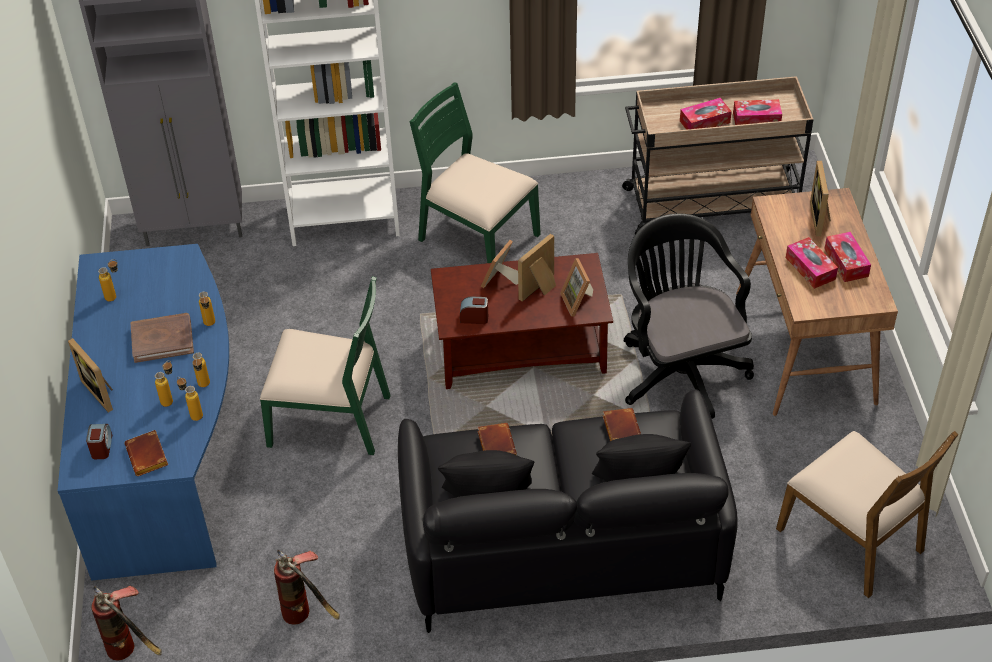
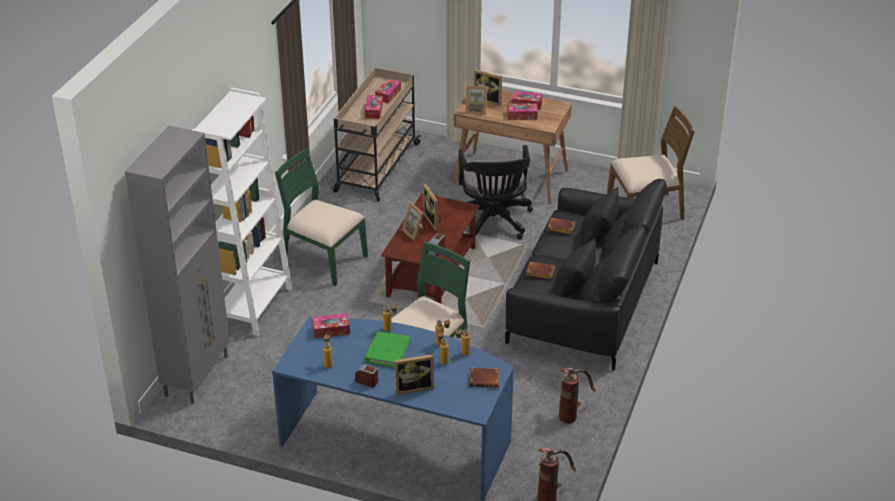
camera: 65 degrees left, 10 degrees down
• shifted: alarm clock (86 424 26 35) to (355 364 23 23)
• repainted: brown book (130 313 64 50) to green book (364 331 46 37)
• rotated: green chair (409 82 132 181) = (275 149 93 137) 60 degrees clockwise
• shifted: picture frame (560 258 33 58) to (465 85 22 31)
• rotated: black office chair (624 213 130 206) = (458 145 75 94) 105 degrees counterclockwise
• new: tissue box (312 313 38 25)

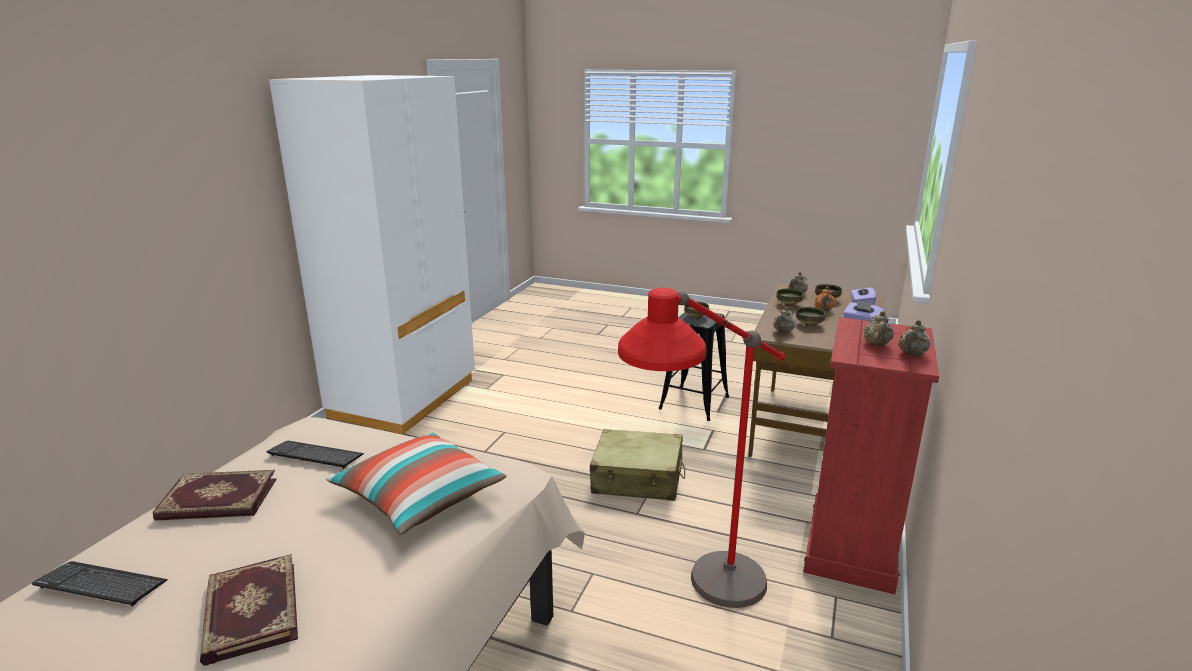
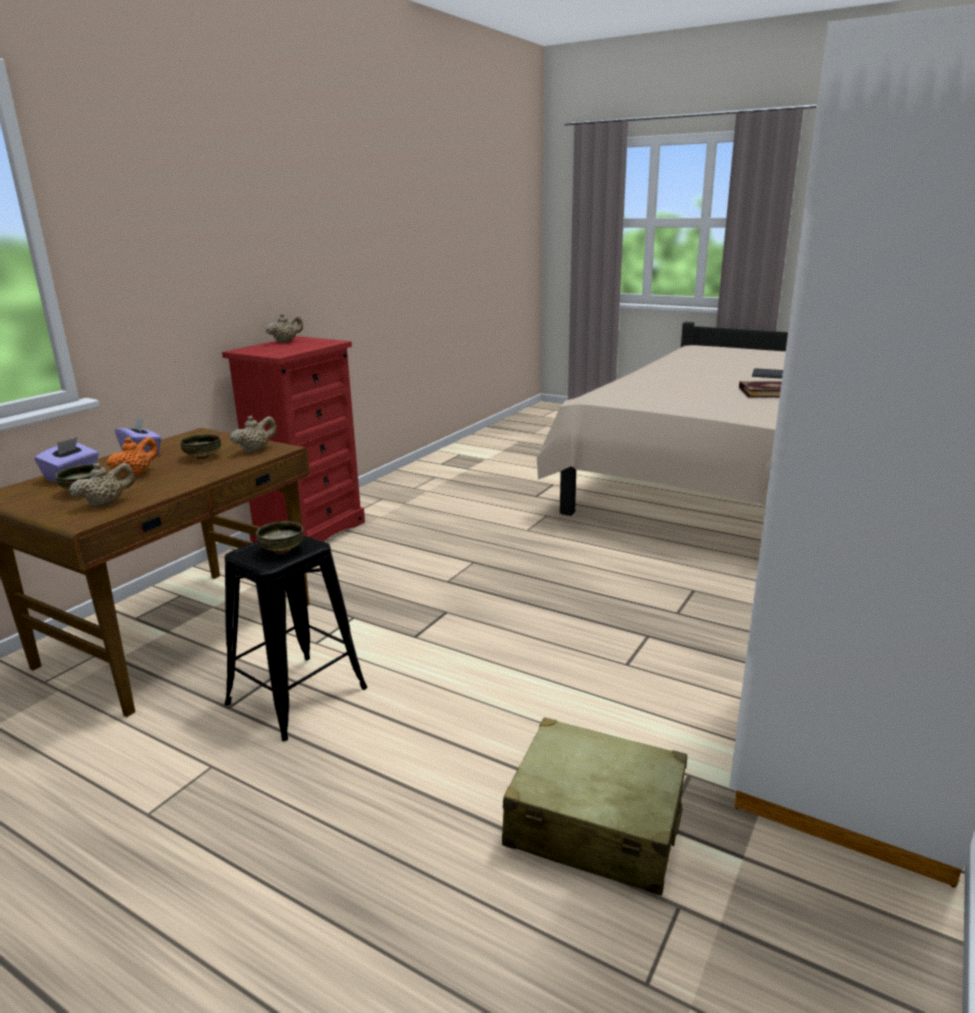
camera: 170 degrees left, 0 degrees up
• gone: book (200 554 98 112)
• gone: keyboard (266 441 98 28)
• gone: pillow (326 432 180 103)
• shifted: beige suitcase (590 429 95 72) to (502 717 185 179)
• gone: red floor lamp (618 288 167 320)
• gone: bowl (776 289 28 17)
• gone: beige teapot (864 311 30 35)

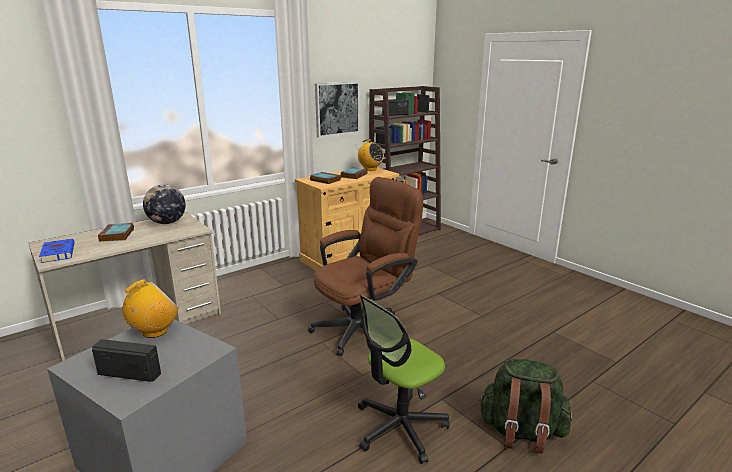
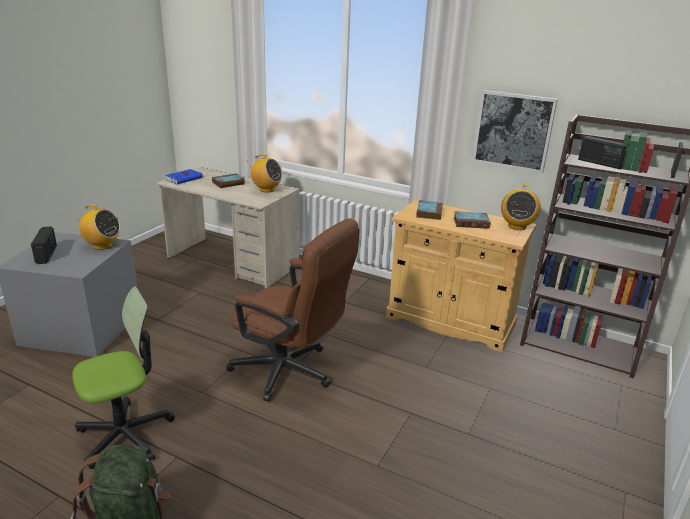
camera: 65 degrees right, 5 degrees up
• swapped: globe (143 185 43 39) to radio (248 154 35 38)
• rotated: office chair (358 295 92 169) = (72 286 103 183) 120 degrees clockwise

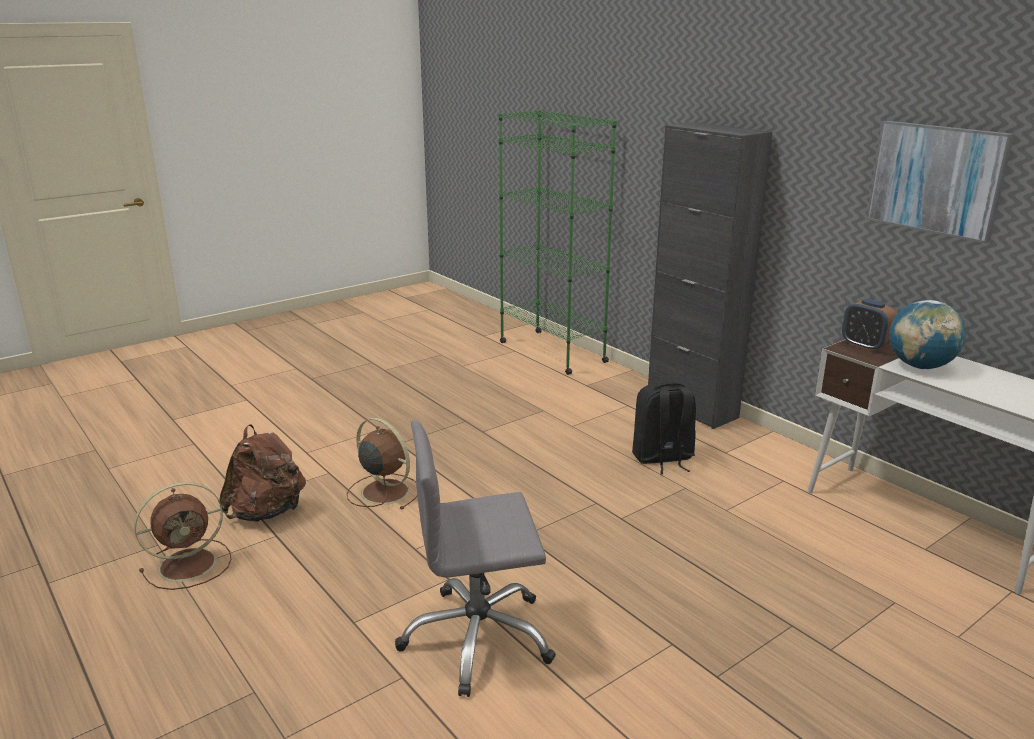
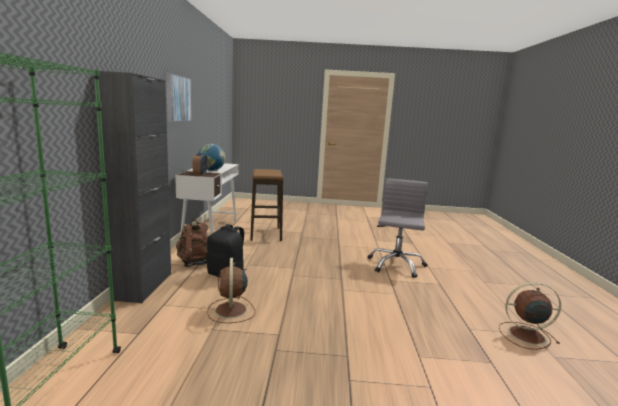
camera: 140 degrees left, 10 degrees down
• shifted: brown backpack (219 424 87 98) to (176 220 33 47)
• shifted: brown fan (347 418 70 92) to (207 258 48 65)
• rotated: grey office chair (395 420 161 277) = (367 178 61 100) 105 degrees counterclockwise
• new: stool (250 169 34 72)

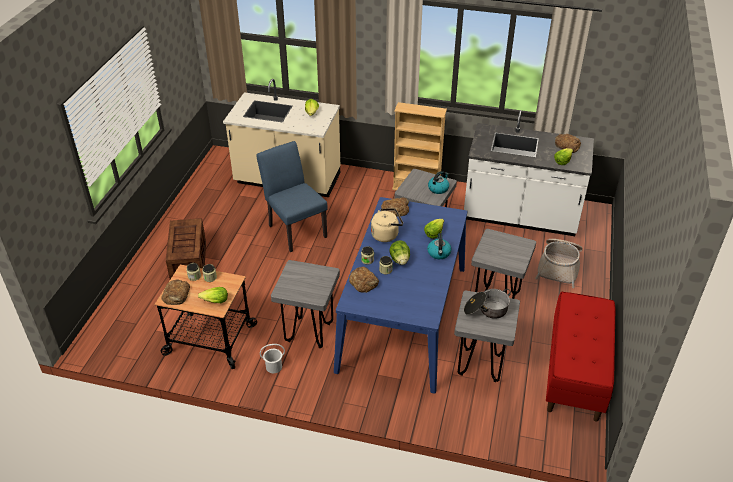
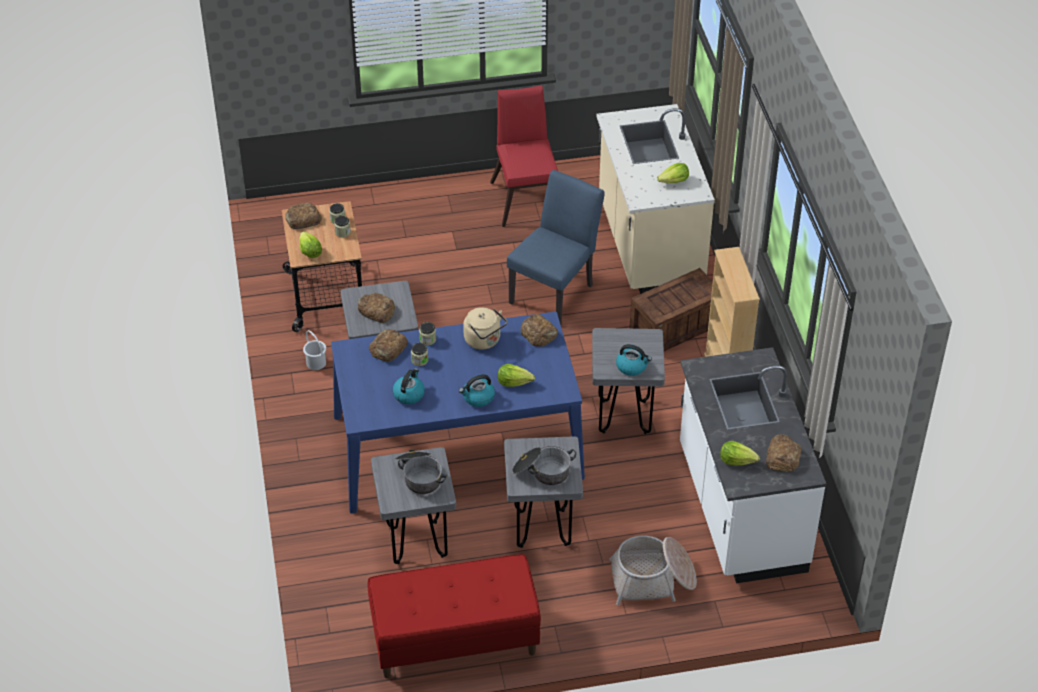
camera: 65 degrees right, 5 degrees up
• shifted: crate (166 218 40 61) to (629 268 84 83)
• gone: lettuce (389 241 21 24)
• new: bread (358 293 37 30)
• new: kettle (393 368 32 36)
• new: red chair (490 85 68 142)
• new: cooking pot (512 446 64 39)

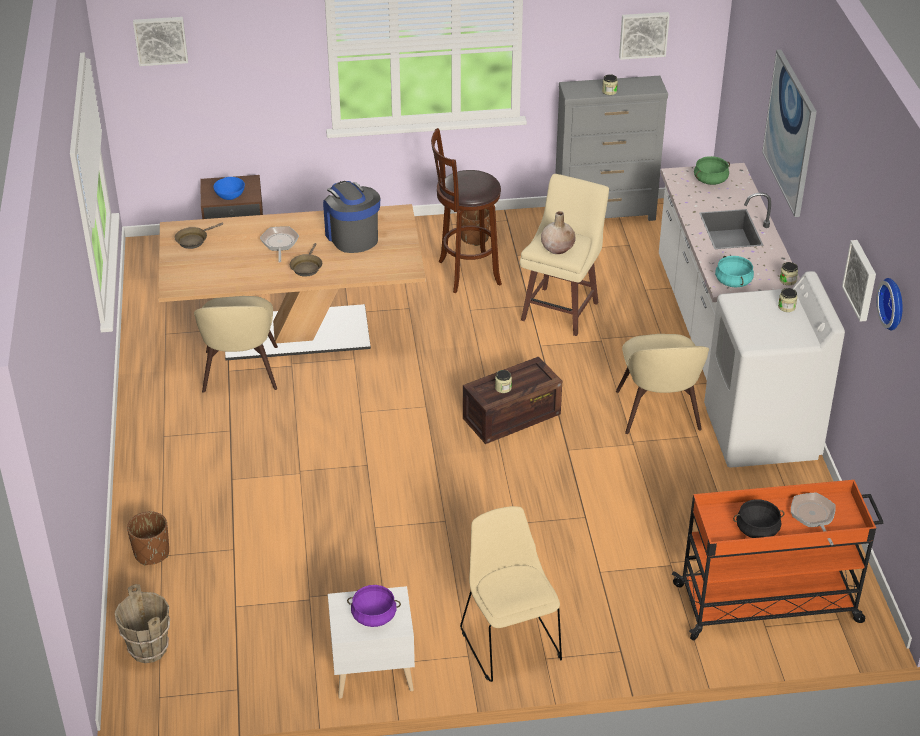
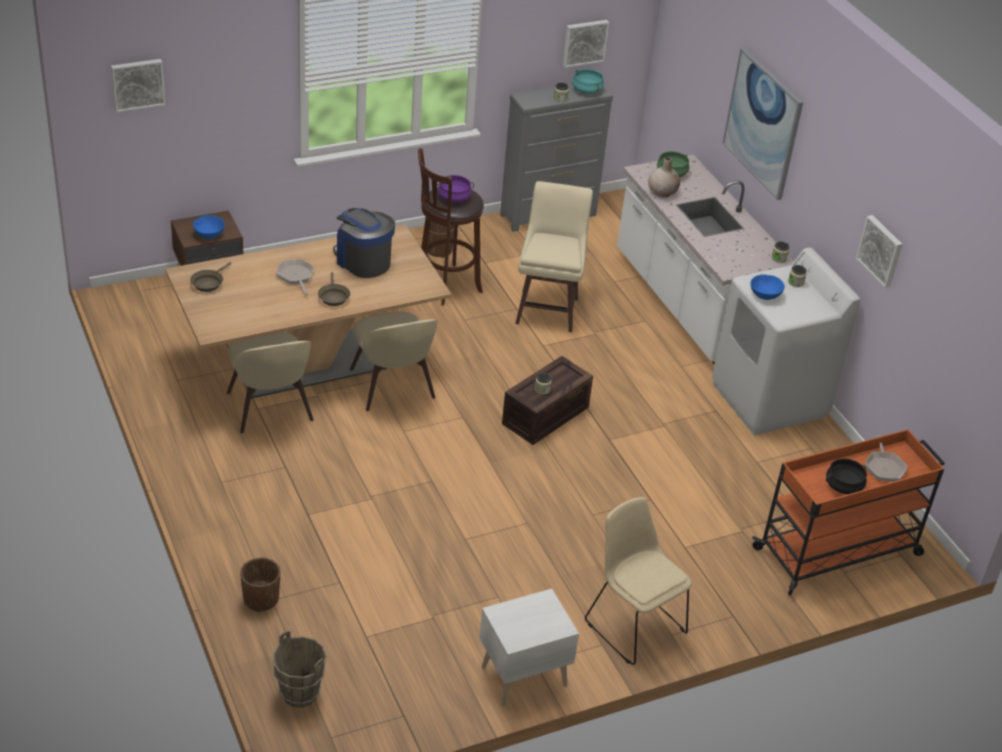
camera: 20 degrees left, 0 degrees up
• shifted: purple cooking pot (347 585 54 42) to (437 175 37 28)
• shifted: beige vase (541 211 35 43) to (648 157 32 40)
• shifted: beige chair (616 334 93 100) to (350 311 88 100)
• shifted: turquoise cooking pot (715 256 39 31) to (572 69 32 25)
• rotated: frying pan (791 492 45 53) = (865 435 43 47) 150 degrees counterclockwise
• gone: wall clock (877 278 26 53)
• new: blue bowl (751 274 34 26)

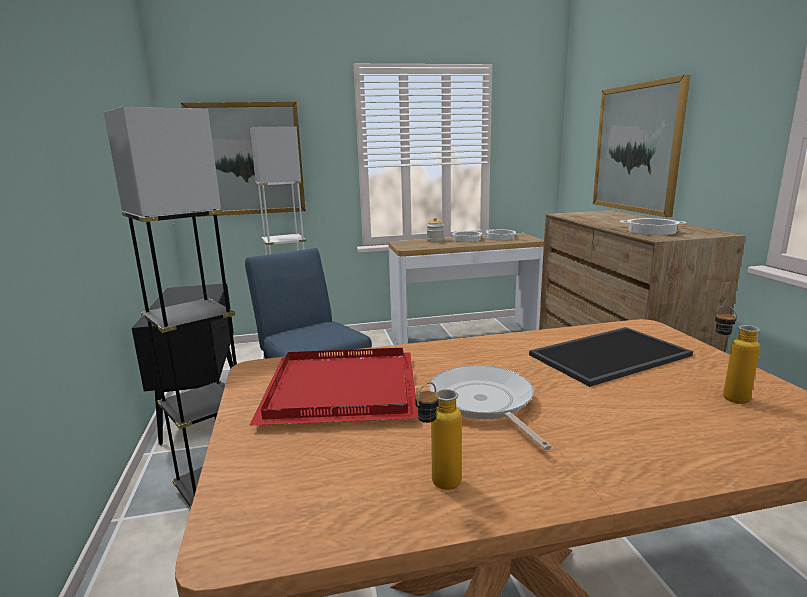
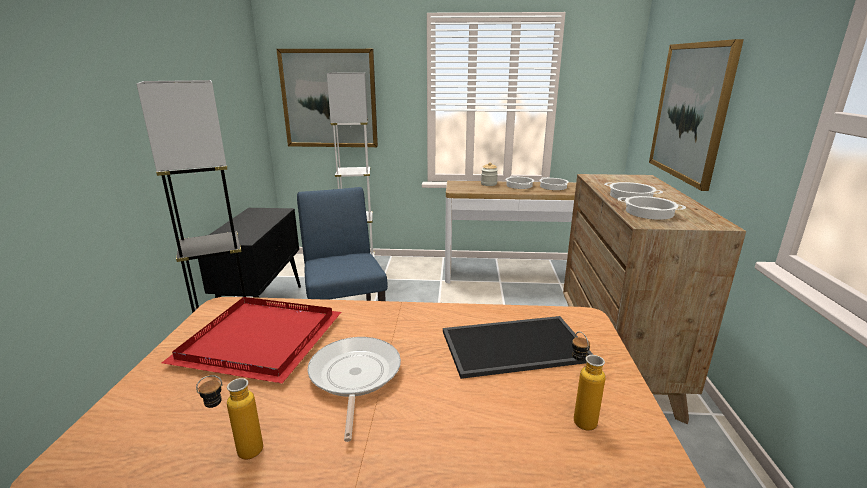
camera: 15 degrees right, 5 degrees up
• new: cooking pot (604 182 59 19)

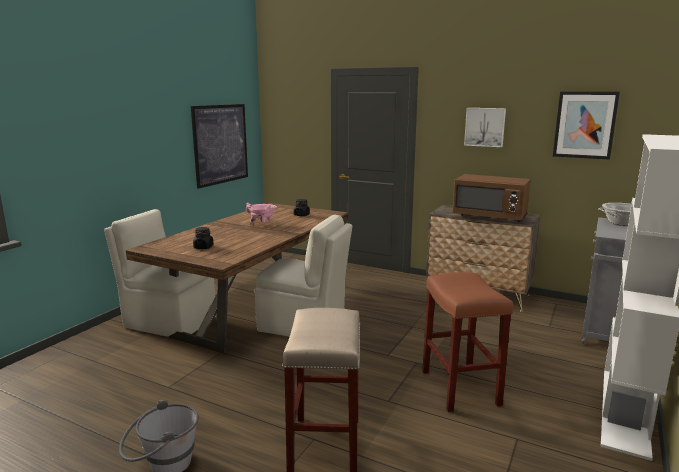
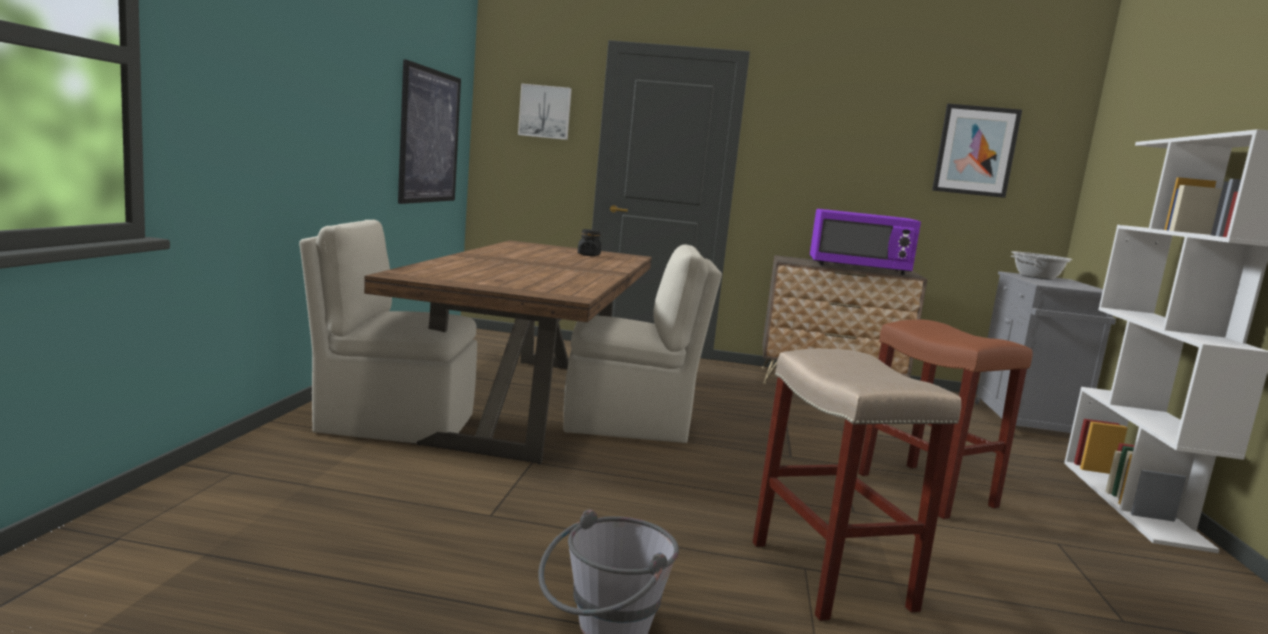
camera: 20 degrees left, 5 degrees down
• gone: black jar (193 227 21 22)
• gone: pink cooking pot (246 203 31 22)
• repainted: brown microwave (452 174 79 48) to purple microwave (810 209 111 66)
• shifted: picture (464 108 42 39) to (518 84 54 56)

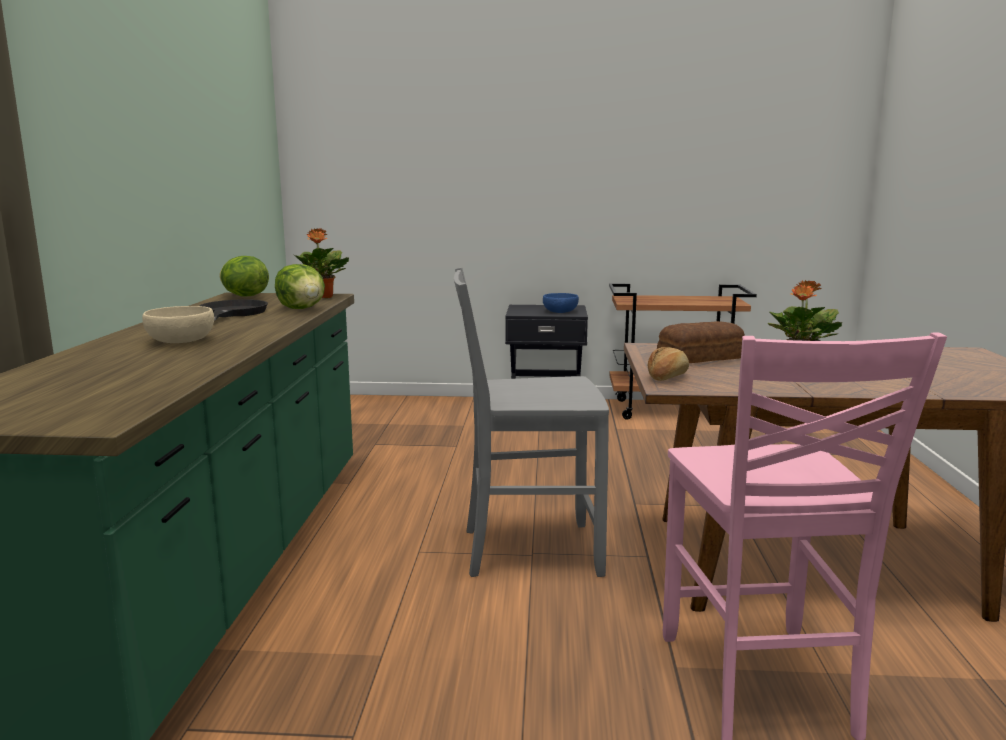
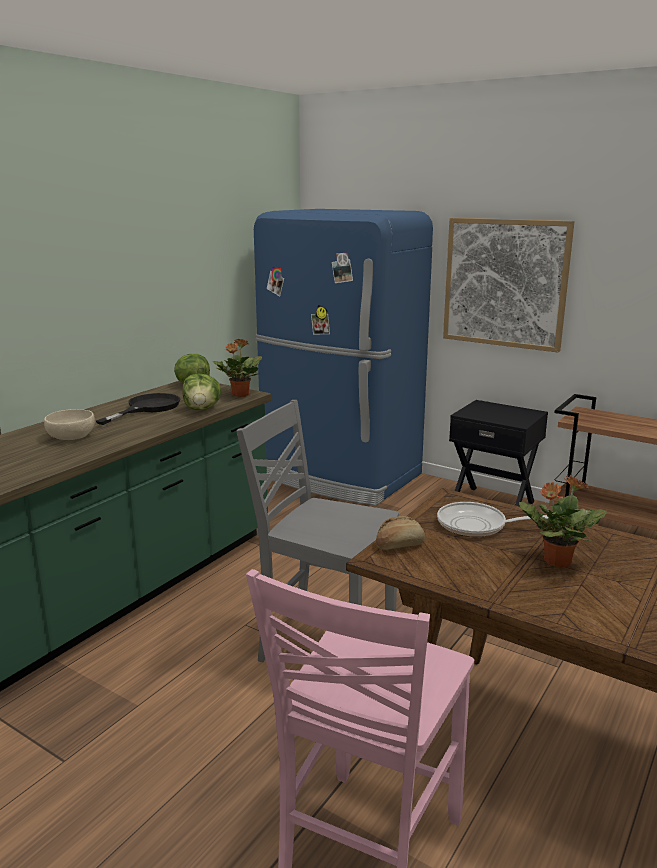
camera: 30 degrees right, 5 degrees up
• gone: blue bowl (543 293 36 20)
• swapped: bread (657 321 88 42) to frying pan (437 502 122 35)
• new: blue fridge (254 209 179 297)
• new: picture (443 218 132 135)

